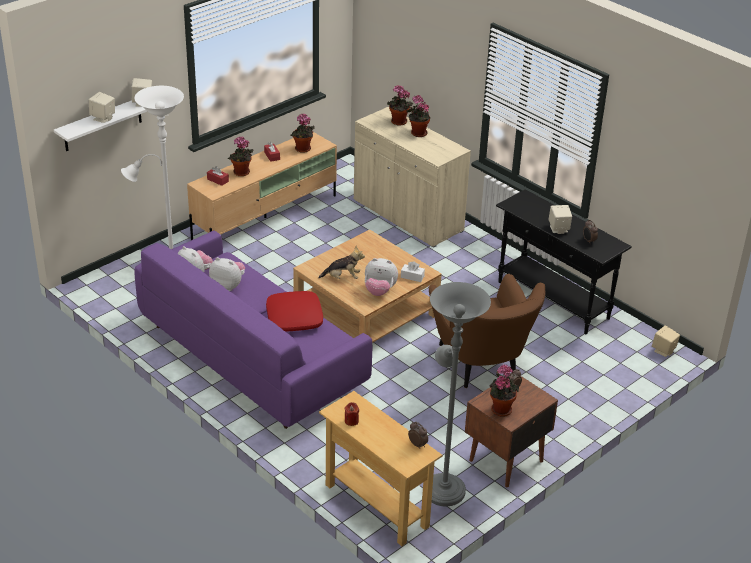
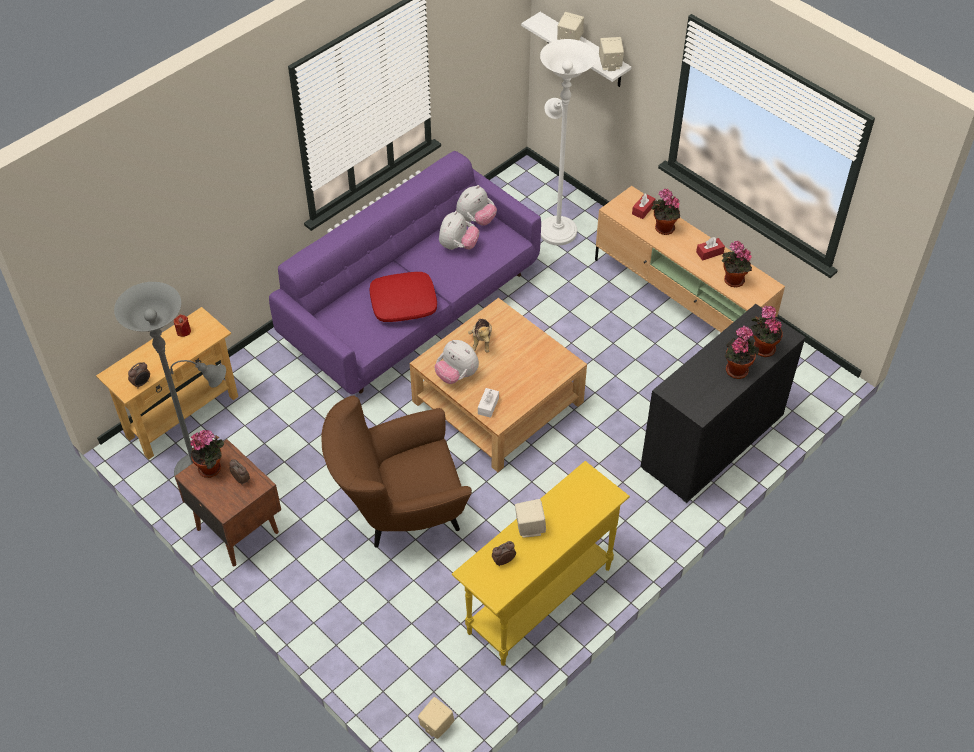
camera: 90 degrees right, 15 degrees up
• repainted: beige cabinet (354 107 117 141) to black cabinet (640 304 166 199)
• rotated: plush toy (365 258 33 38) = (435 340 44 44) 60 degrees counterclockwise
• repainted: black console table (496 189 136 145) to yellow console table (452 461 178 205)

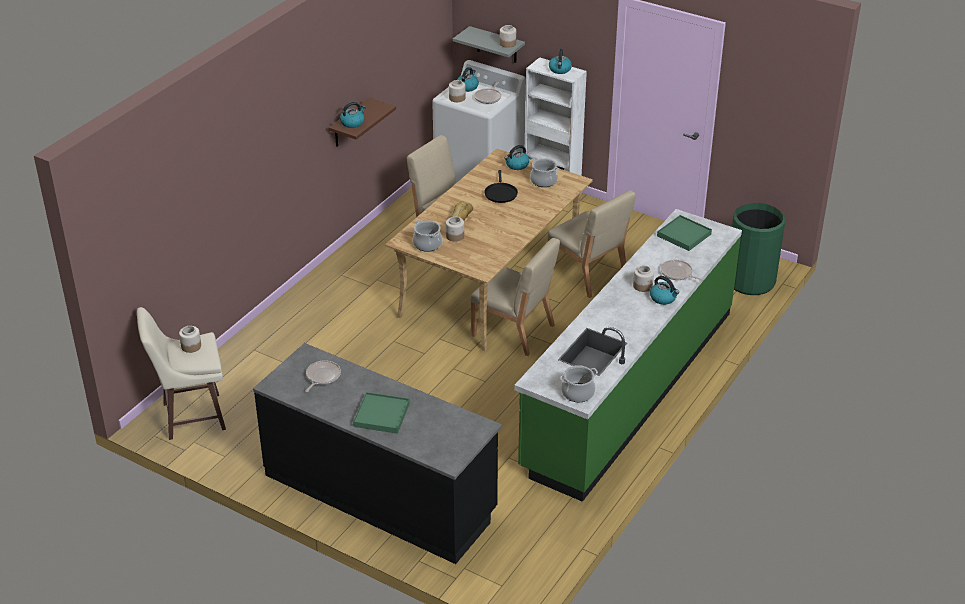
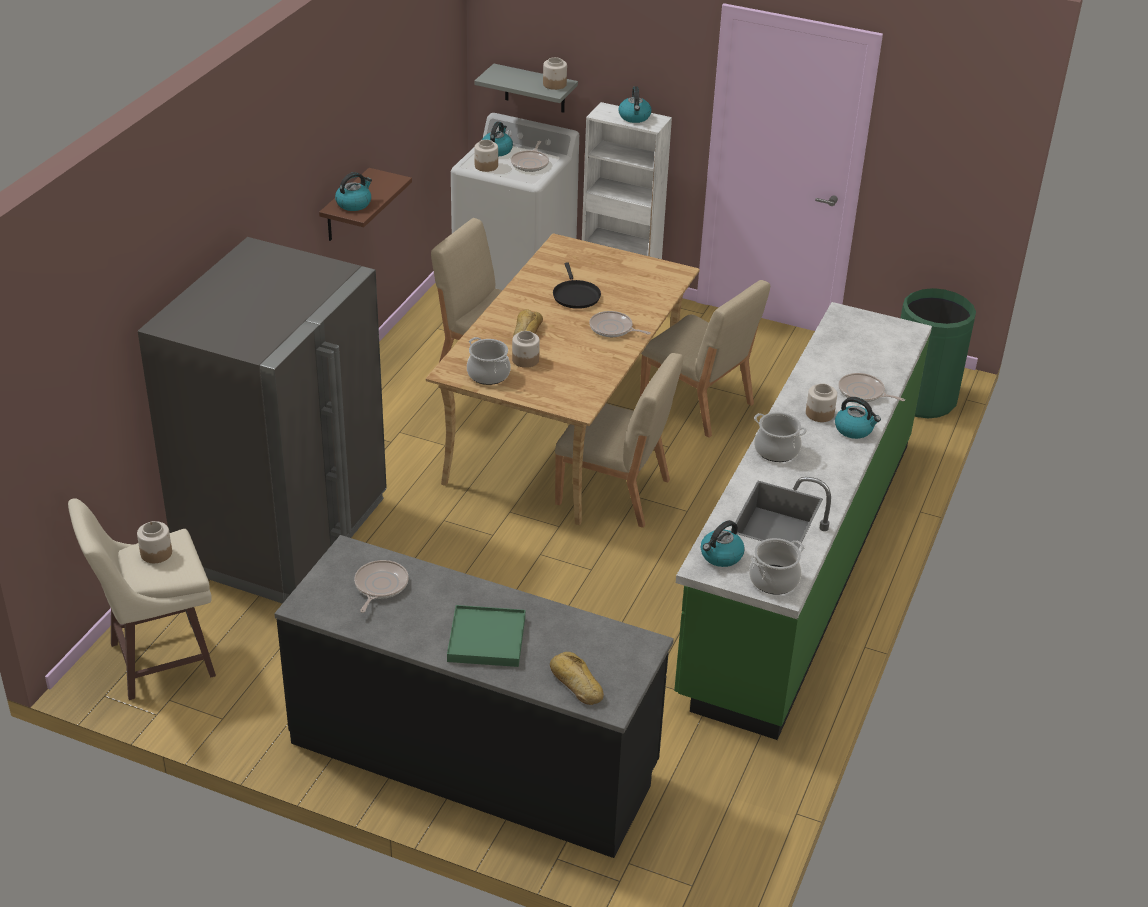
camera: 10 degrees left, 0 degrees up
• shifted: kettle (505 145 24 25) to (701 520 44 47)
• shifted: cooking pot (530 158 29 29) to (754 412 53 50)
• gone: green tray (657 215 55 36)
• new: grey fridge (138 237 249 367)
• new: bread (550 652 54 53)
• new: frying pan (589 311 62 26)

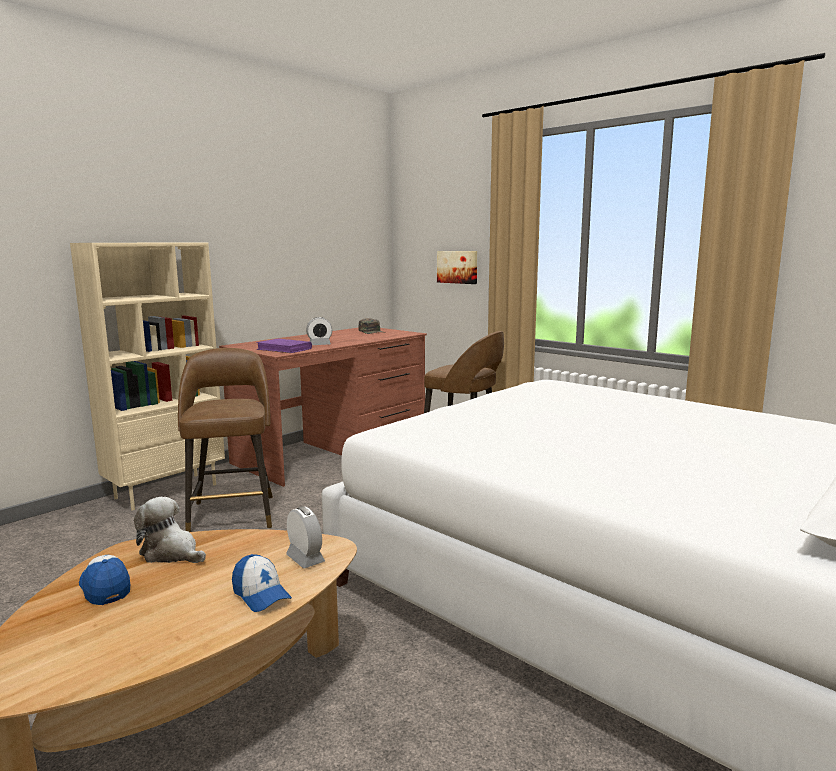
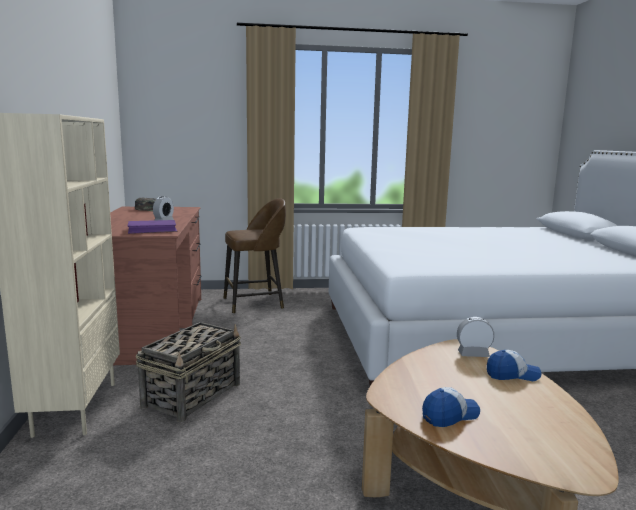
camera: 50 degrees left, 0 degrees up
• rotated: cap (79 555 51 50) = (422 387 58 40) 150 degrees clockwise
• gone: plush toy (134 497 72 66)
• swapped: brown stool (178 348 95 184) to basket (136 322 105 100)
• gone: picture (437 251 40 33)

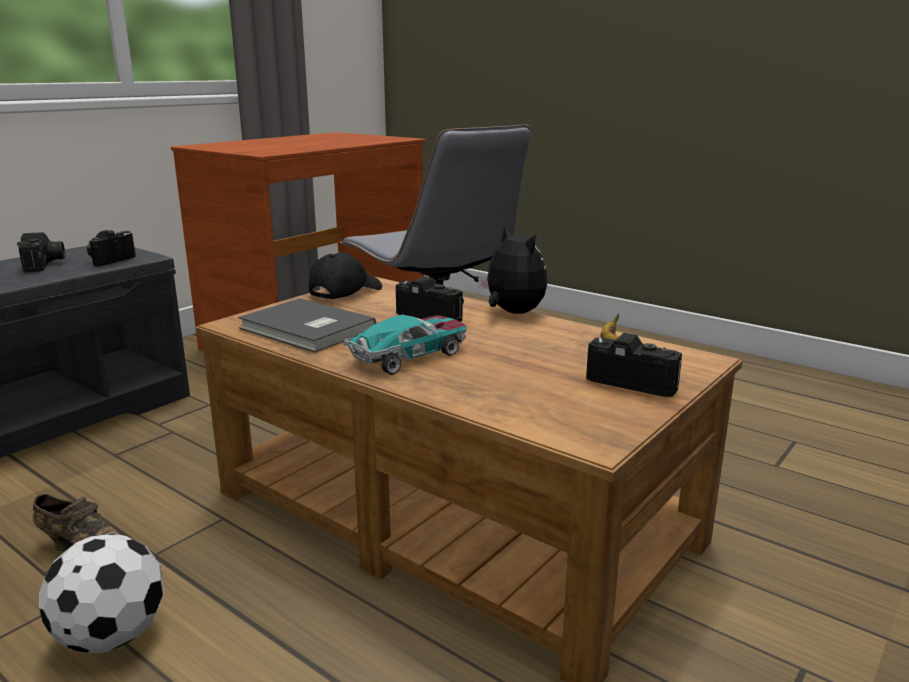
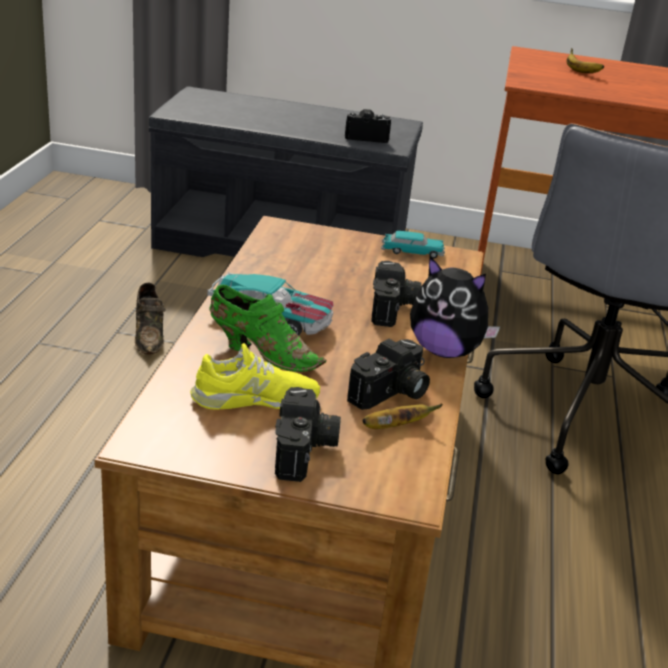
camera: 60 degrees right, 10 degrees up
• shifted: photo camera (17 232 48 41) to (347 339 83 71)
• gone: football (39 534 125 119)
• gone: grey book (238 298 138 54)
• swapped: black cap (309 252 73 47) to toy car (381 231 64 28)
• rotated: plush toy (478 226 69 88) = (410 257 90 101) 90 degrees clockwise
• new: yellow shoe (190 343 130 67)
• new: green shoe (209 285 117 87)
• new: banana (567 48 37 25)

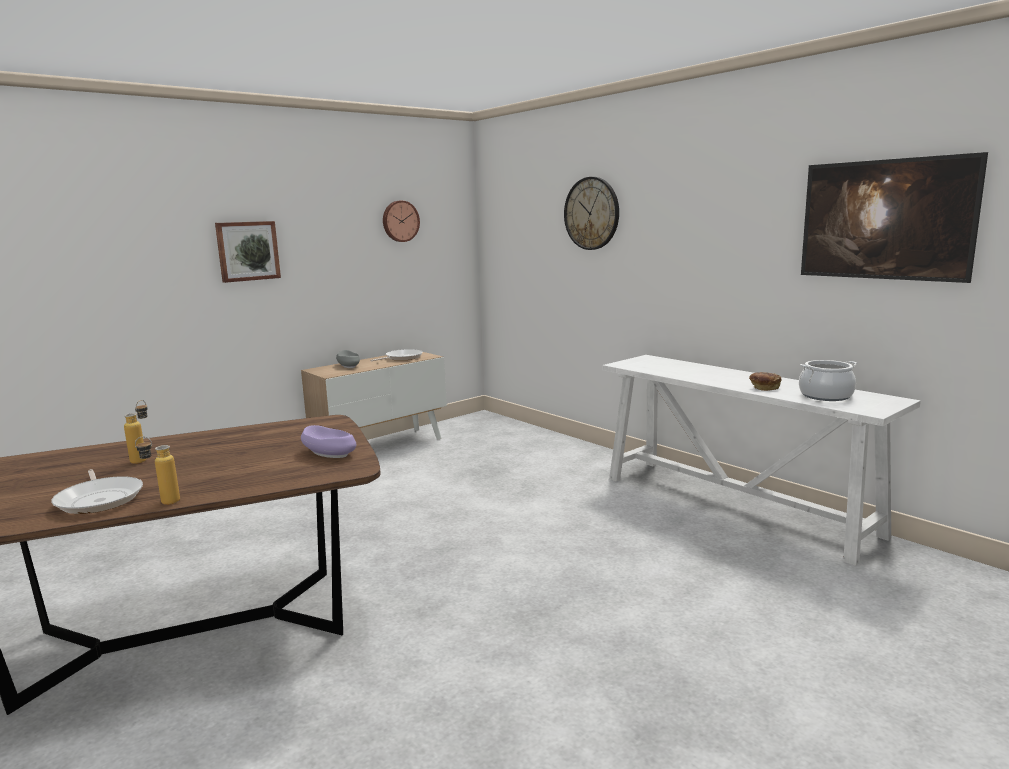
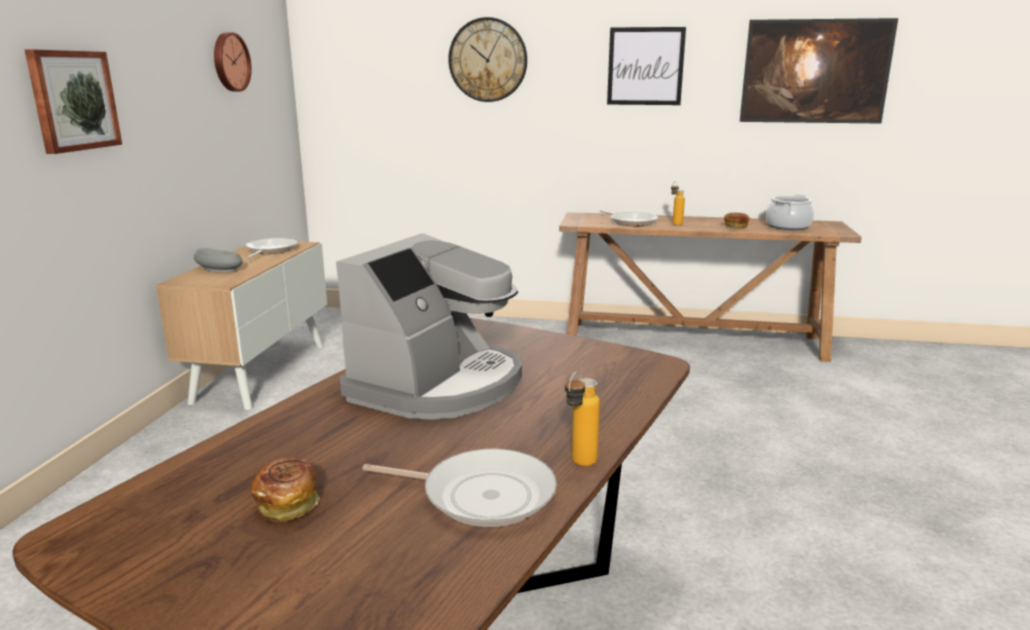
camera: 40 degrees left, 5 degrees up
• shifted: bottle (124 400 24 64) to (671 182 14 44)
• gone: purple bowl (301 425 55 33)
• repainted: white console table (602 355 319 211) to brown console table (559 212 303 150)
• new: bread (251 456 68 66)
• new: coffee machine (336 233 186 187)
• new: frying pan (599 210 59 17)
• new: picture (607 27 79 78)

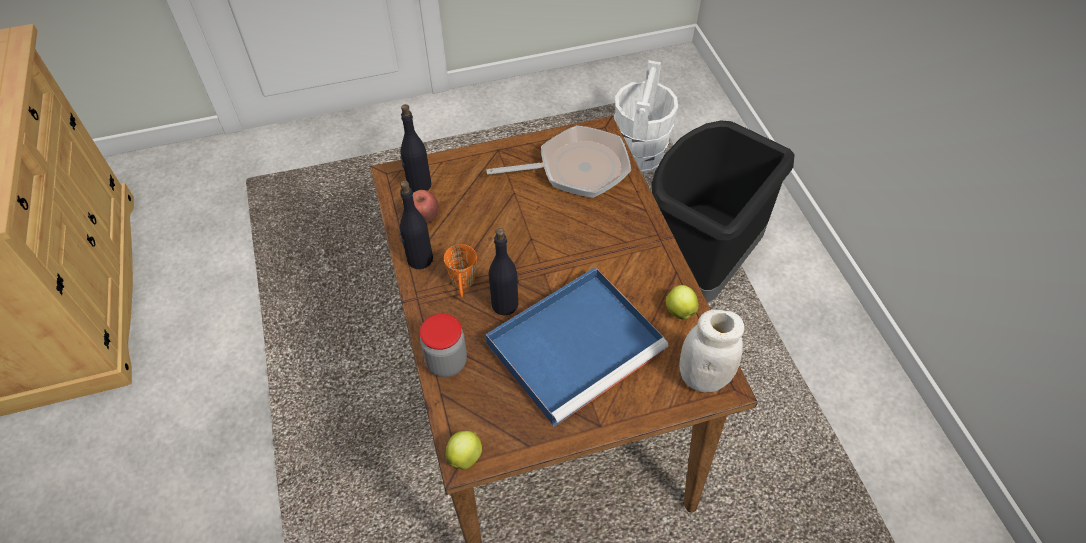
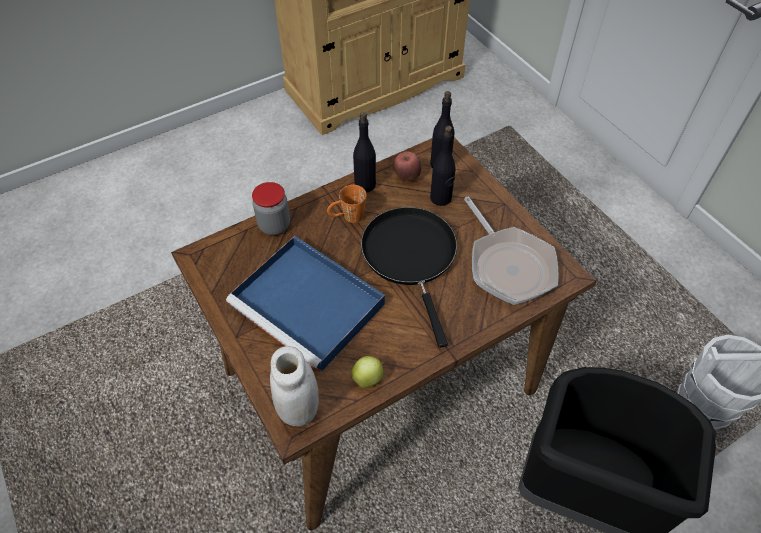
camera: 75 degrees right, 0 degrees up
• gone: apple (446 431 36 39)
• shifted: black bottle (489 228 29 87) to (430 126 25 80)
• new: black frying pan (361 207 96 141)

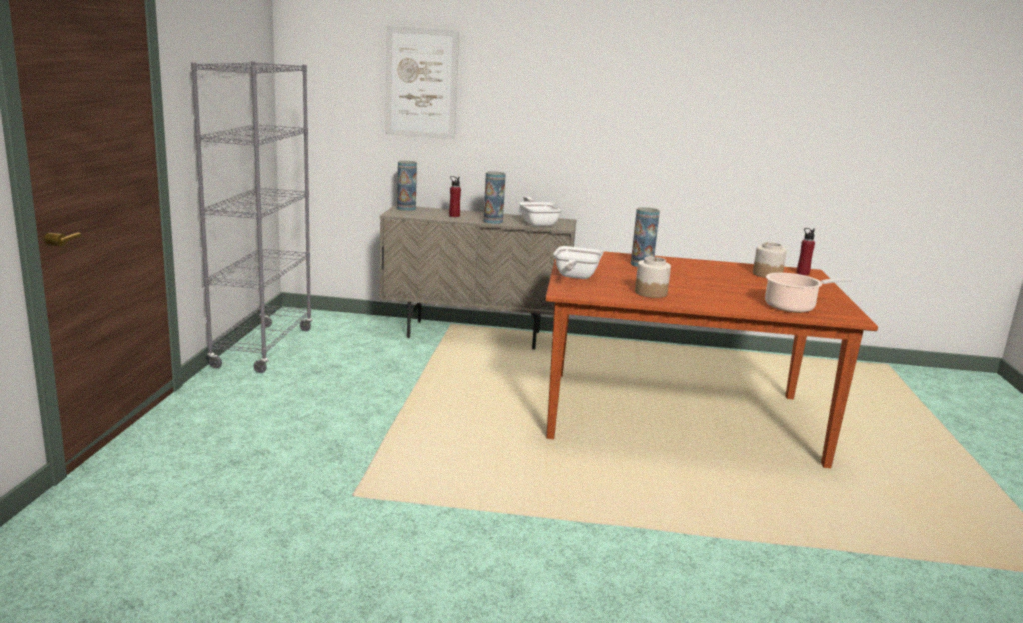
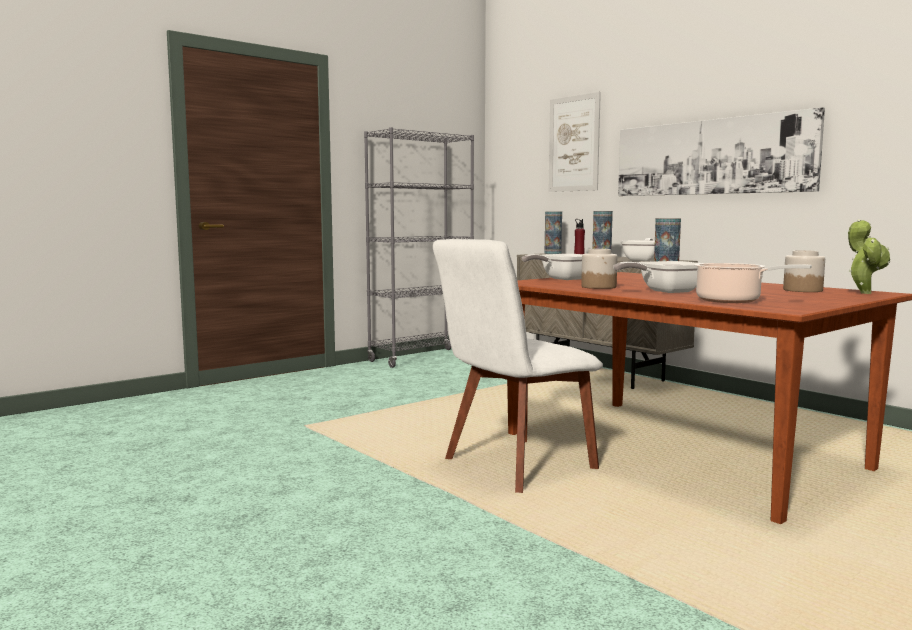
camera: 45 degrees right, 10 degrees down
• swapped: red bottle (797 228 18 47) to potted plant (848 219 42 75)
• new: white chair (433 239 170 254)
• new: frying pan (613 261 86 32)
• new: picture (618 107 207 89)

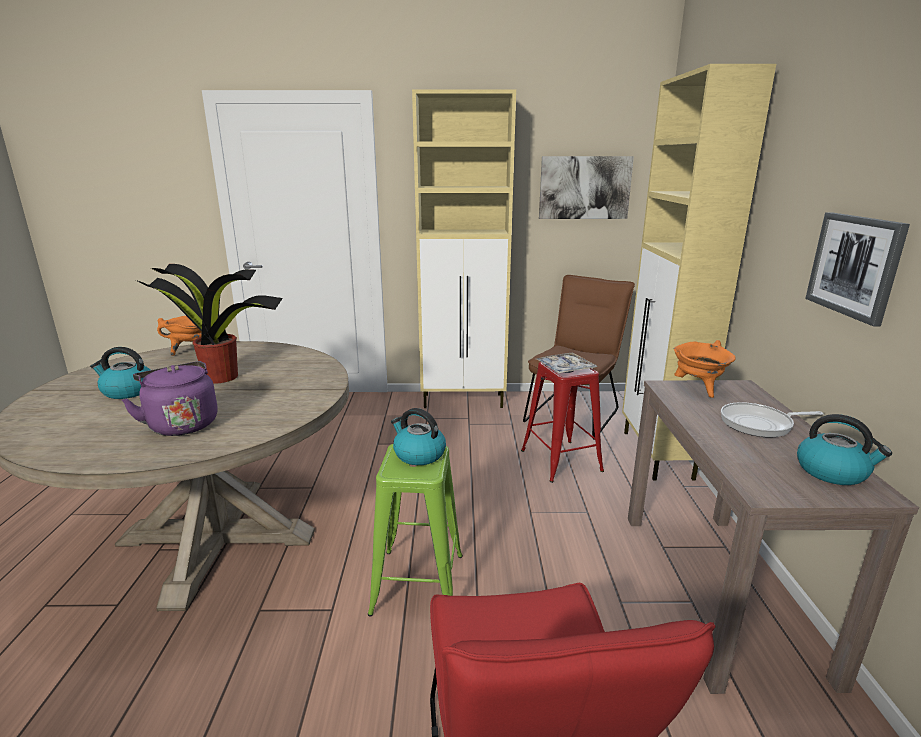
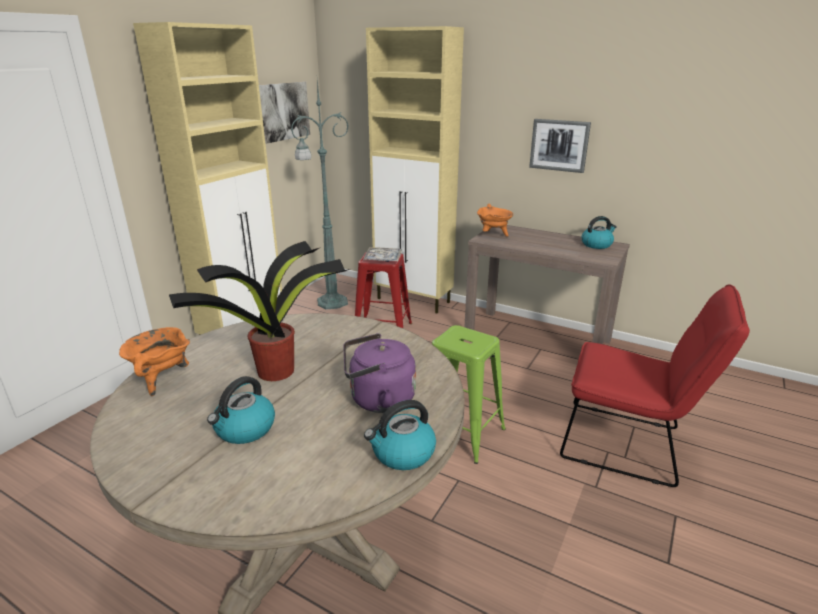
camera: 60 degrees left, 5 degrees up
• shifted: kettle (391 408 55 57) to (364 400 72 70)
• swapped: brown chair (523 275 112 165) to green floor lamp (291 81 58 228)
• gone: frying pan (721 402 103 35)

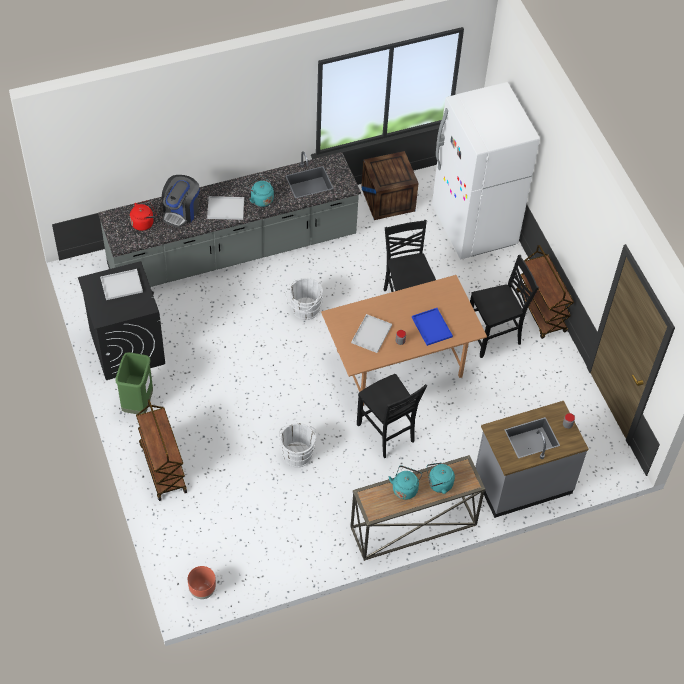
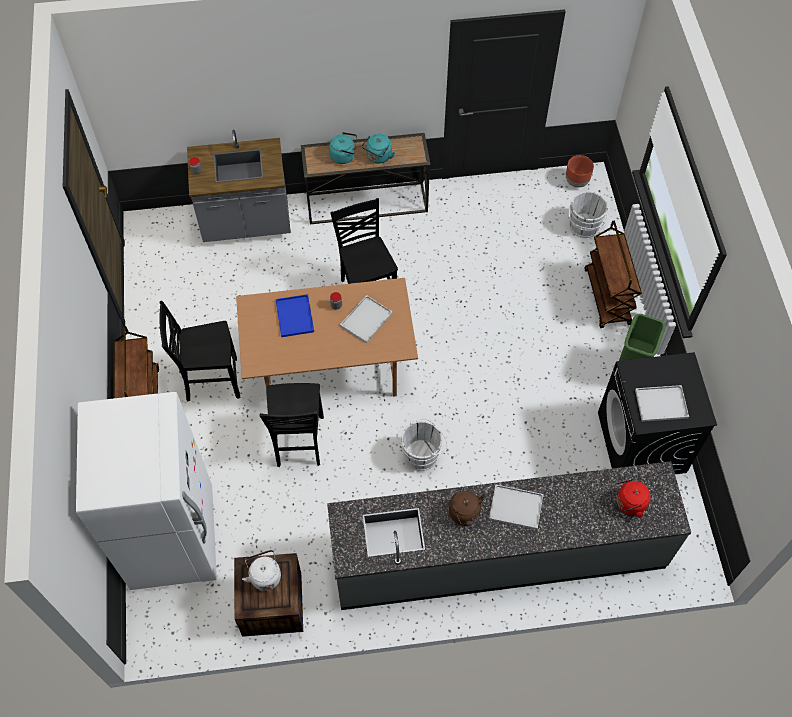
camera: 165 degrees left, 5 degrees up
• gone: coffee machine (162 175 38 53)
• repainted: turquoise kettle (246 176 28 31) to brown kettle (449 491 38 35)
• shifted: white bucket (279 423 38 44) to (569 191 40 47)
• new: white kettle (242 550 39 41)

